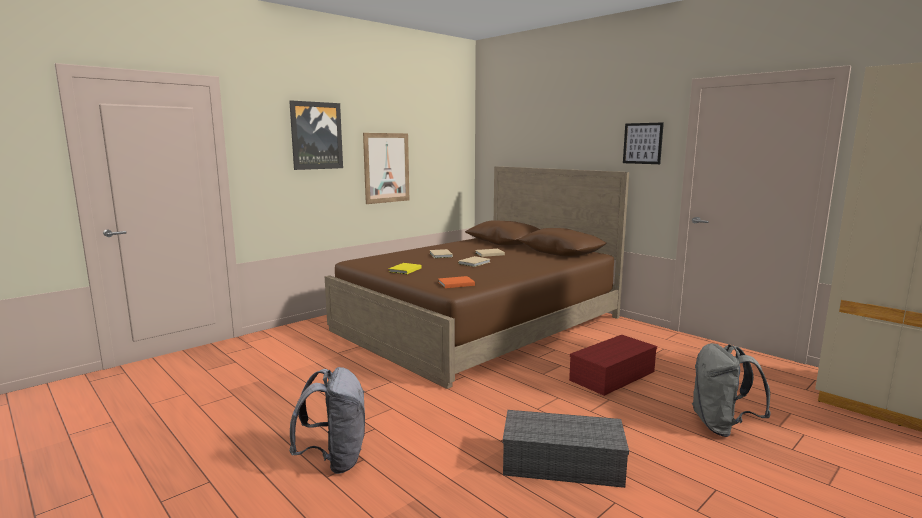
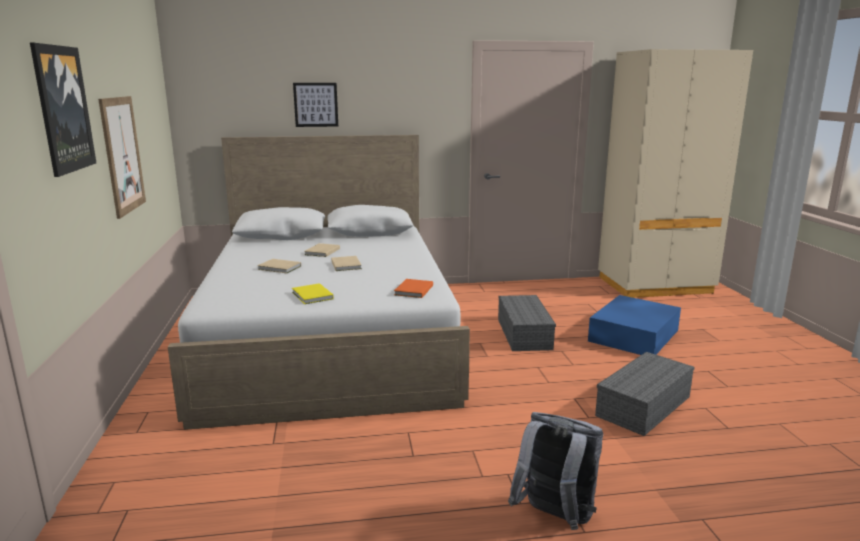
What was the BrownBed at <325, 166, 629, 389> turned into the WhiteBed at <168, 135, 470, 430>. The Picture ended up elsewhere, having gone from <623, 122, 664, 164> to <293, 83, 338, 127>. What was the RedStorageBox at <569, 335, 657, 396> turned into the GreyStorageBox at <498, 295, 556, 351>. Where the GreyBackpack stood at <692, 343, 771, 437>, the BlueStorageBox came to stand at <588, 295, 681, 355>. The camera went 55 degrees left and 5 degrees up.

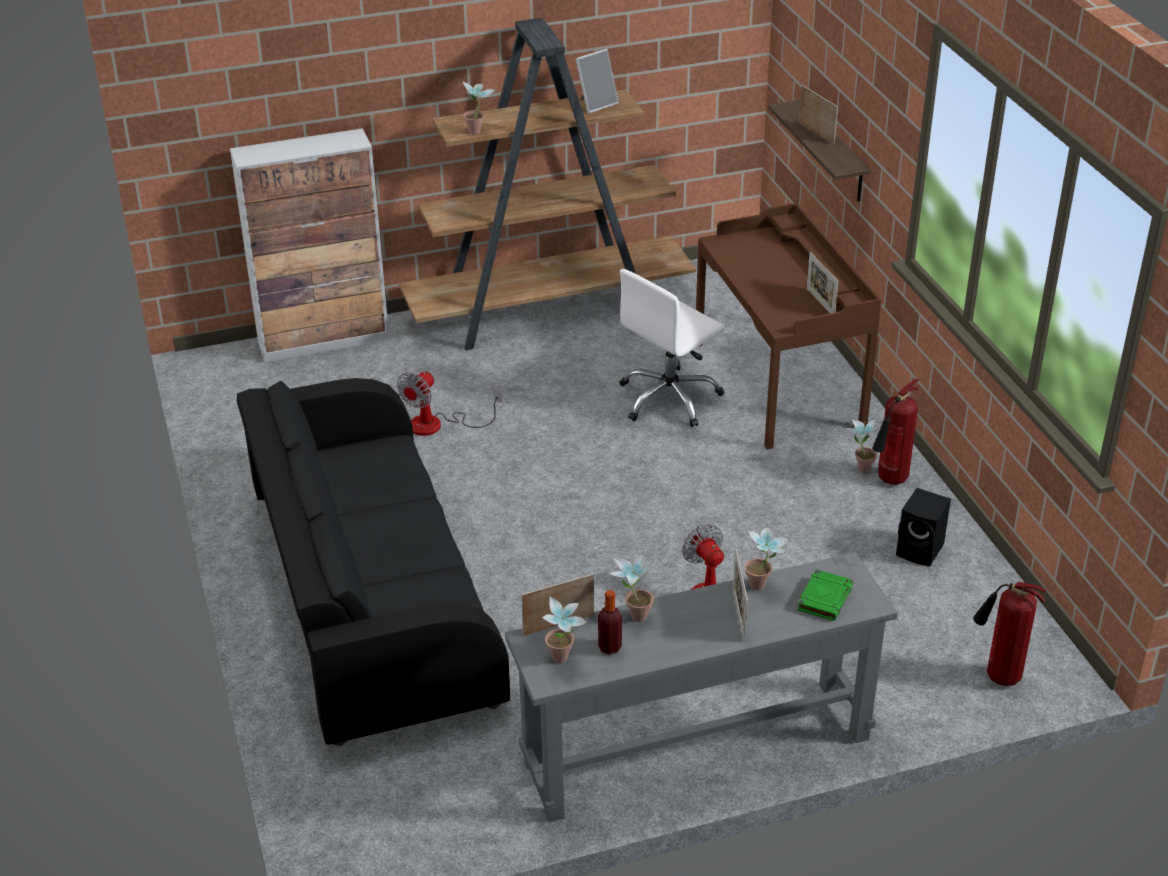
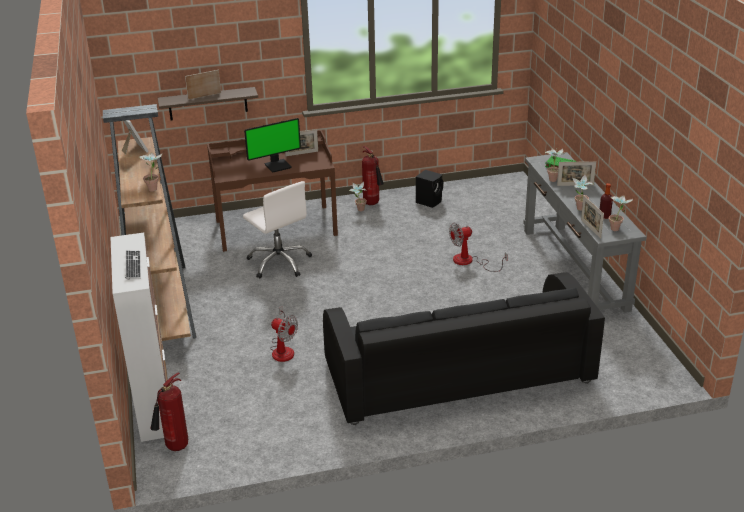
The second view gained the Keyboard at <125, 251, 141, 279>. The FireExtinguisher ended up elsewhere, having gone from <973, 582, 1046, 686> to <150, 372, 188, 451>. The second view gained the Monitor at <244, 118, 301, 173>. The camera went 85 degrees left and 5 degrees down.

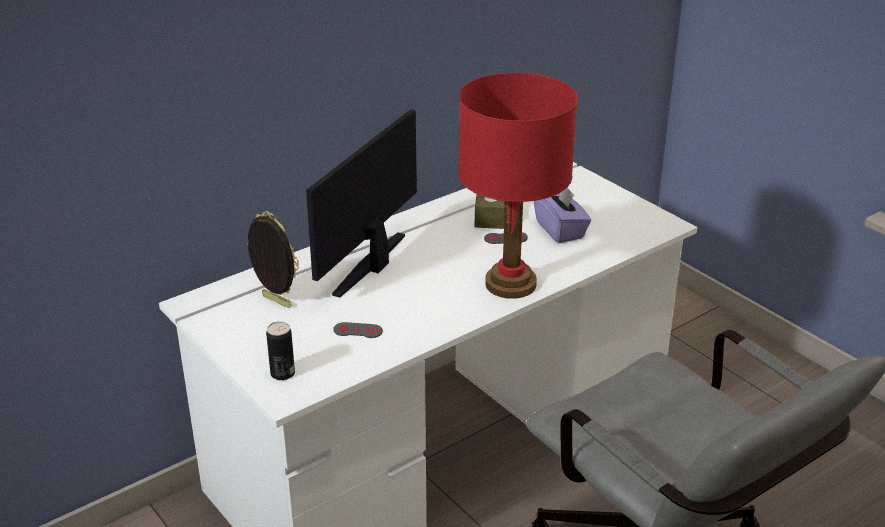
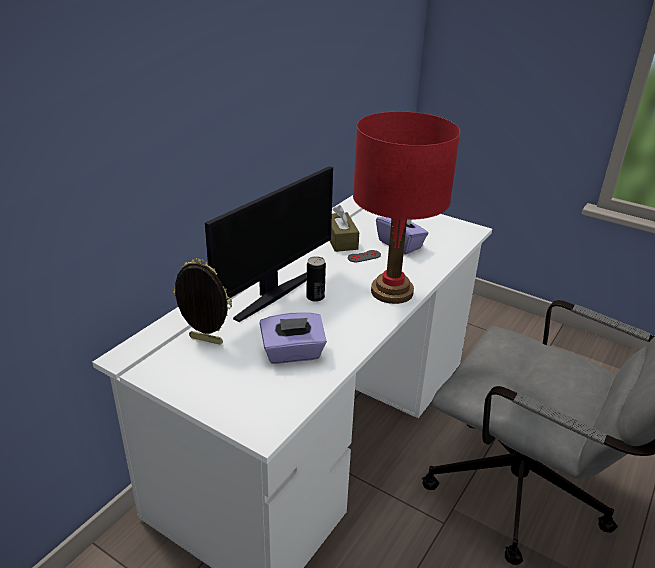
The Monitor at <306, 109, 417, 298> ended up facing another way, 150 degrees counterclockwise from before. Where the GreyGameController stood at <333, 322, 383, 338>, the PurpleTissueBox came to stand at <260, 312, 327, 364>. The Can ended up elsewhere, having gone from <266, 321, 295, 380> to <306, 256, 326, 302>. The camera went 20 degrees left and 0 degrees up.

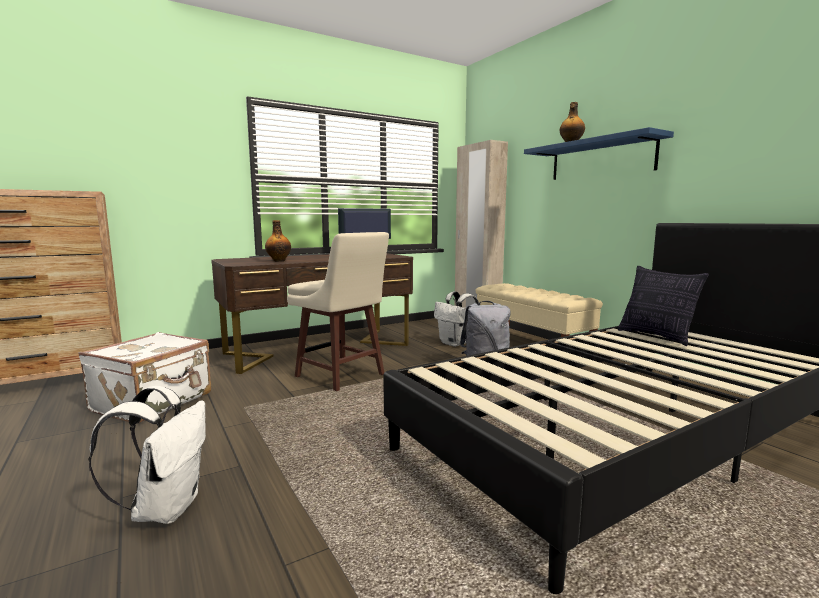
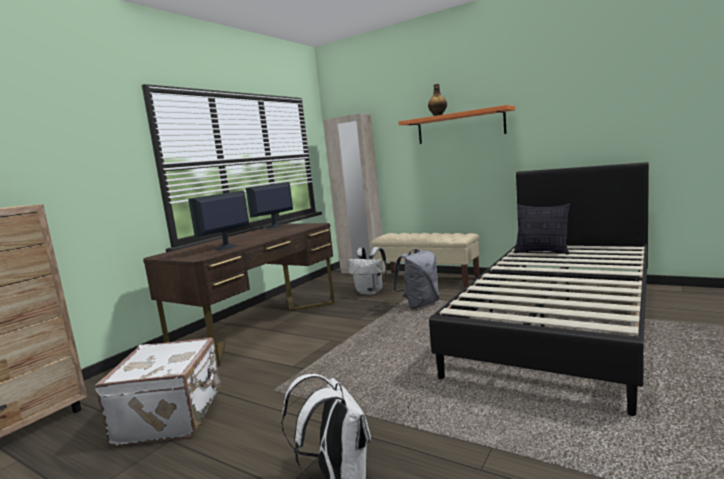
Where the Bottle stood at <265, 220, 291, 262>, the Monitor came to stand at <188, 191, 249, 250>. What was the BlueShelf at <524, 127, 674, 180> turned into the OrangeShelf at <398, 105, 515, 144>. The second view lost the BeigeStool at <287, 232, 389, 391>. The camera went 25 degrees left and 0 degrees up.

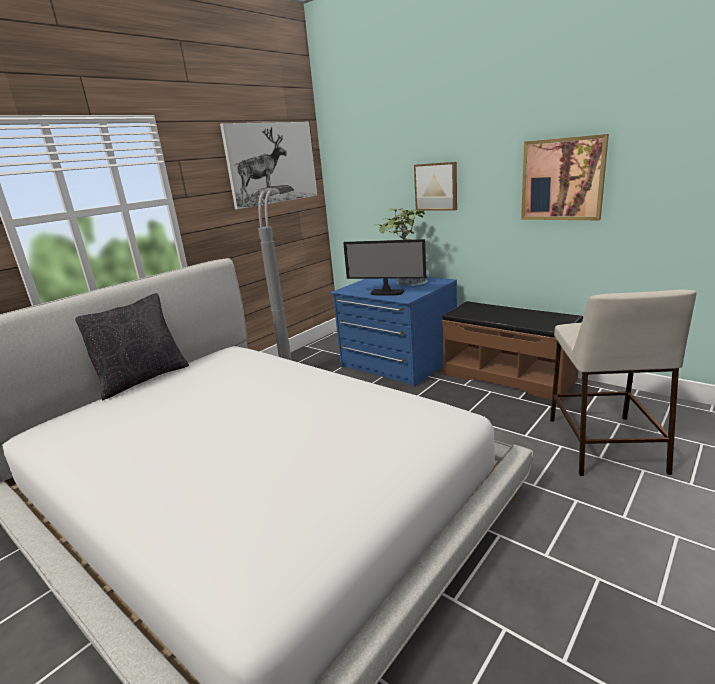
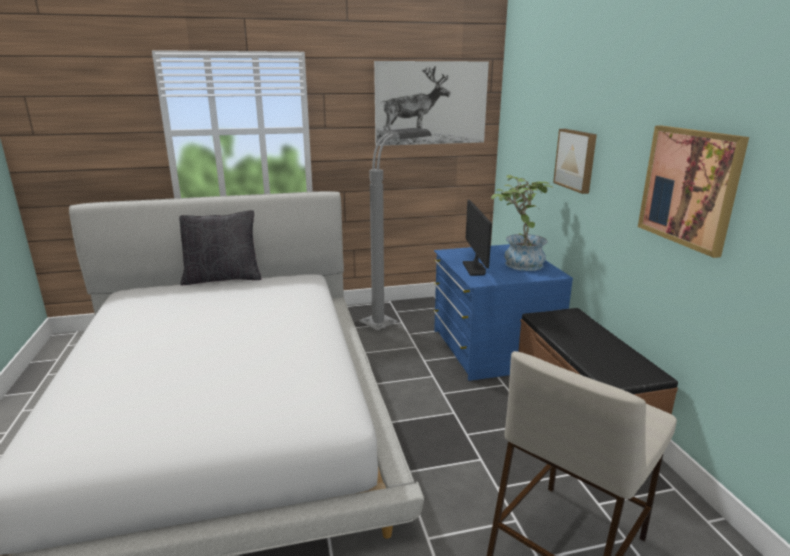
The Monitor at <343, 239, 426, 296> ended up facing another way, 150 degrees counterclockwise from before. The camera went 35 degrees right and 0 degrees up.

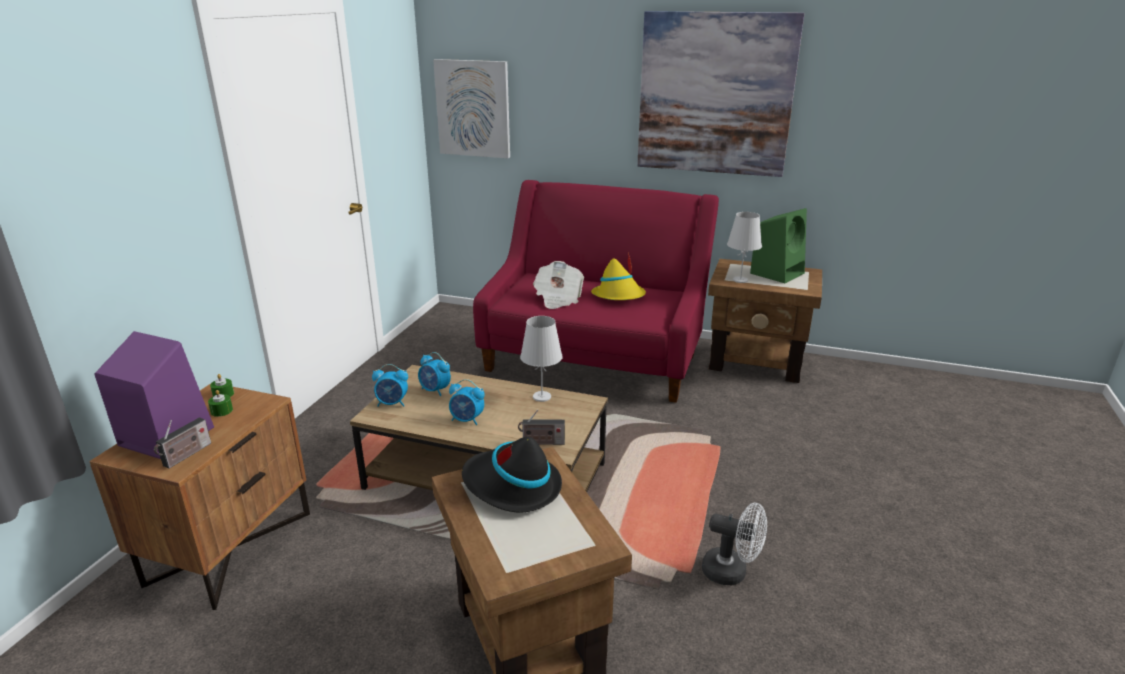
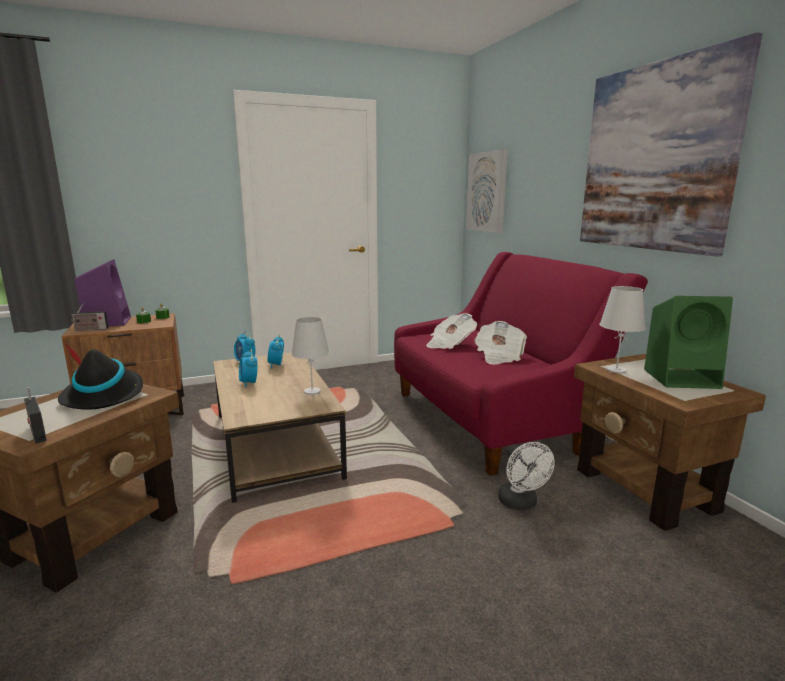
The Radio ended up elsewhere, having gone from <518, 410, 565, 445> to <24, 387, 47, 444>. Where the YellowHat stood at <591, 252, 646, 300>, the Newspaper came to stand at <474, 321, 527, 365>. The WhiteFan ended up elsewhere, having gone from <702, 503, 767, 585> to <498, 442, 554, 510>. The camera went 50 degrees right and 10 degrees down.

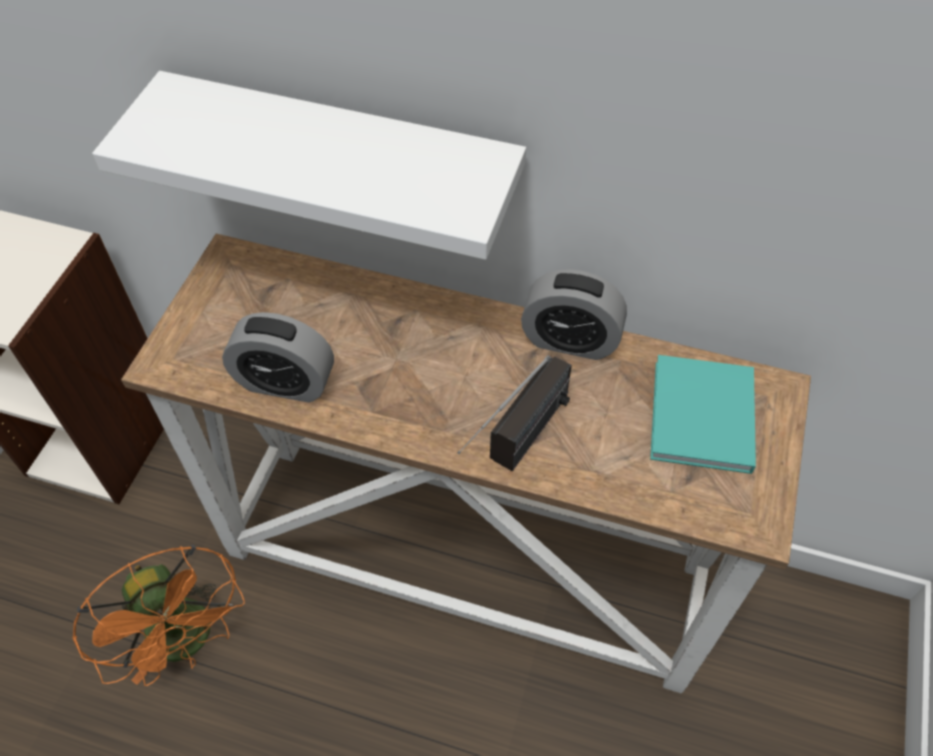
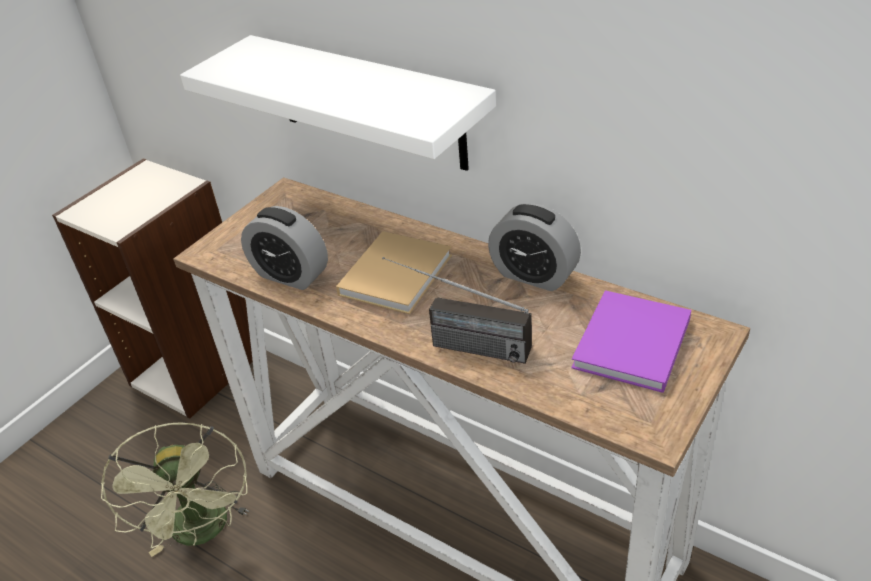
What was the OrangeFan at <72, 545, 245, 686> turned into the GreenFan at <101, 422, 249, 557>. The second view gained the BeigeBook at <336, 231, 452, 314>. The Radio at <457, 355, 572, 471> ended up facing another way, 60 degrees clockwise from before. What was the TurquoiseBook at <650, 355, 756, 474> turned into the PurpleBook at <571, 290, 691, 393>. The camera went 20 degrees right and 15 degrees down.

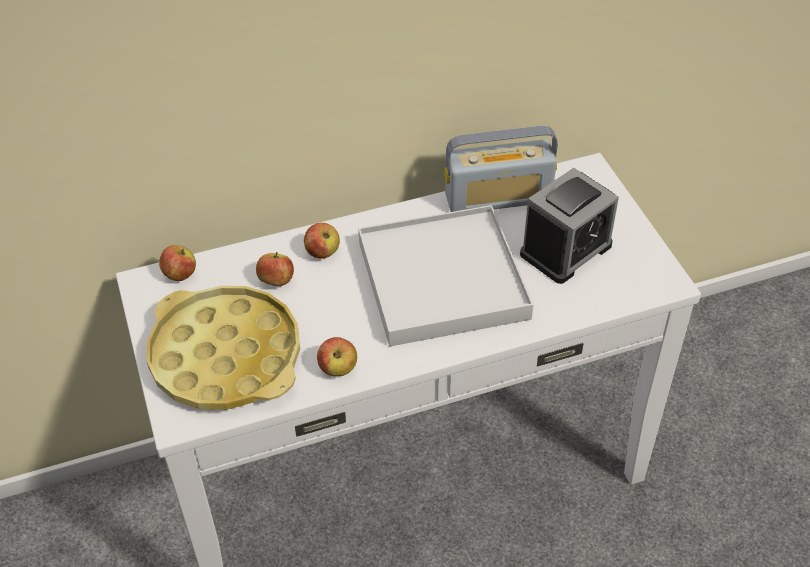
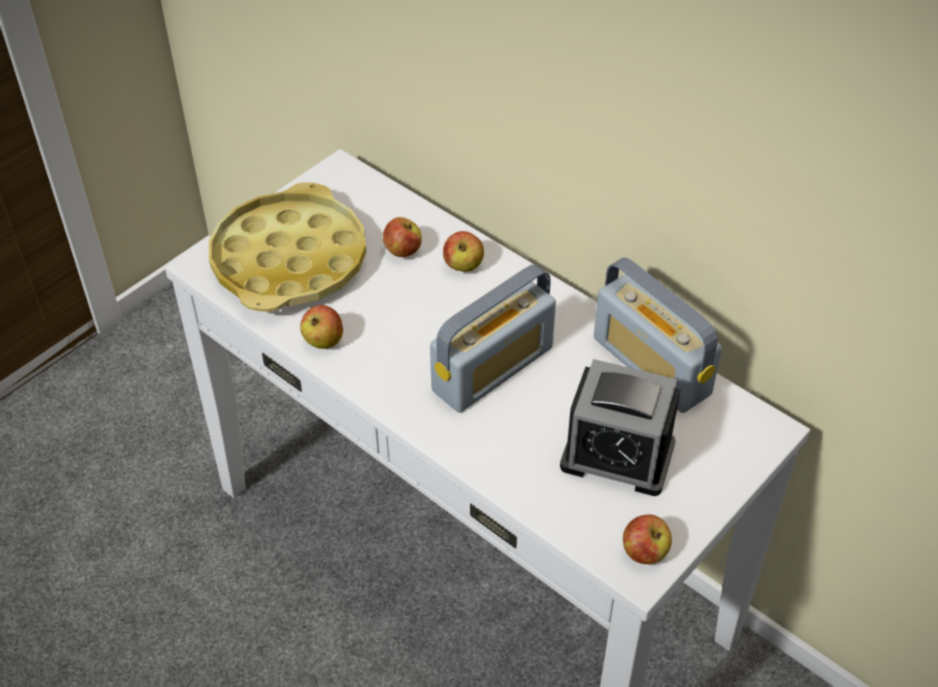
Where the WhiteTray stood at <358, 205, 533, 346>, the Radio came to stand at <430, 264, 556, 413>. The Apple ended up elsewhere, having gone from <159, 245, 196, 281> to <623, 514, 672, 564>. The camera went 60 degrees right and 0 degrees up.

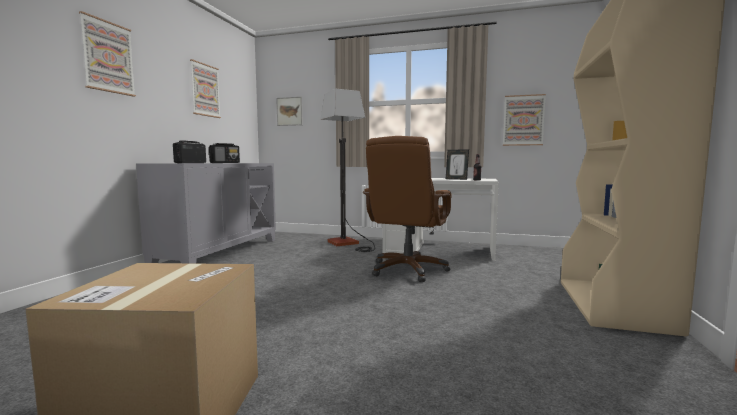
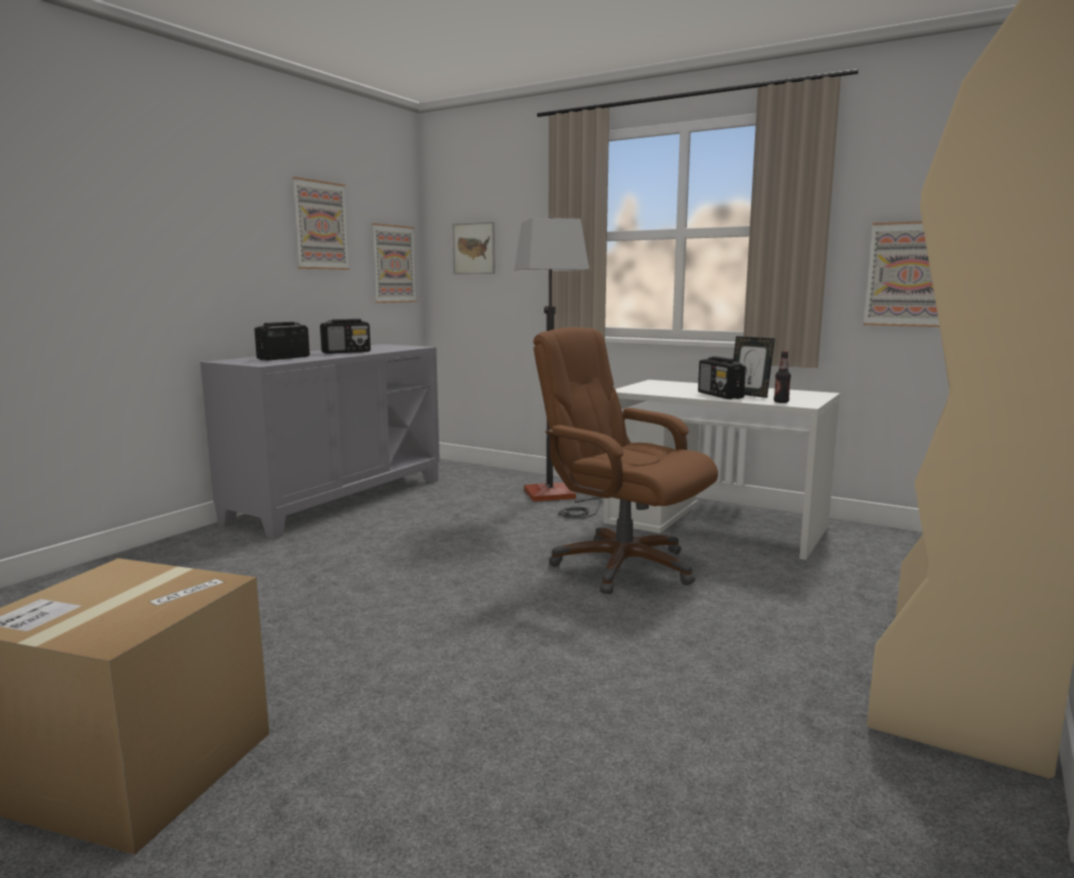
The Picture ended up elsewhere, having gone from <79, 11, 136, 97> to <372, 223, 417, 303>. The BrownOfficeChair at <363, 136, 452, 282> ended up facing another way, 90 degrees clockwise from before. The second view gained the Radio at <698, 356, 746, 399>. The camera went 15 degrees right and 5 degrees up.

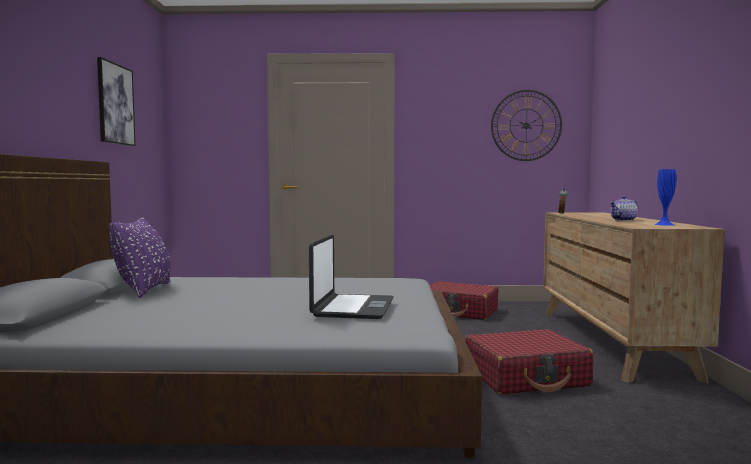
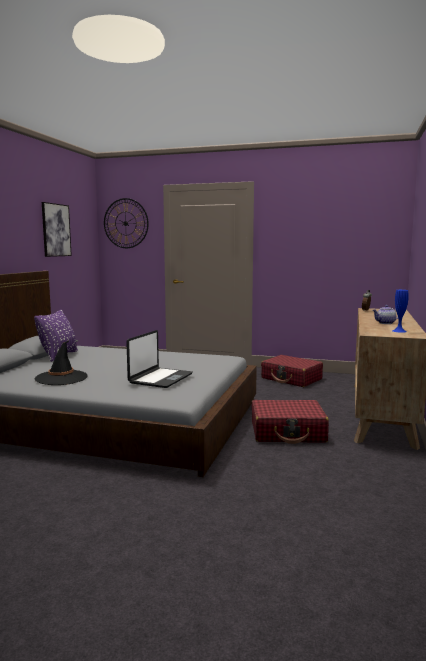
The second view gained the BlackHat at <35, 340, 88, 385>. The WallClock ended up elsewhere, having gone from <491, 90, 562, 161> to <104, 198, 149, 248>. The camera went 15 degrees right and 5 degrees up.

